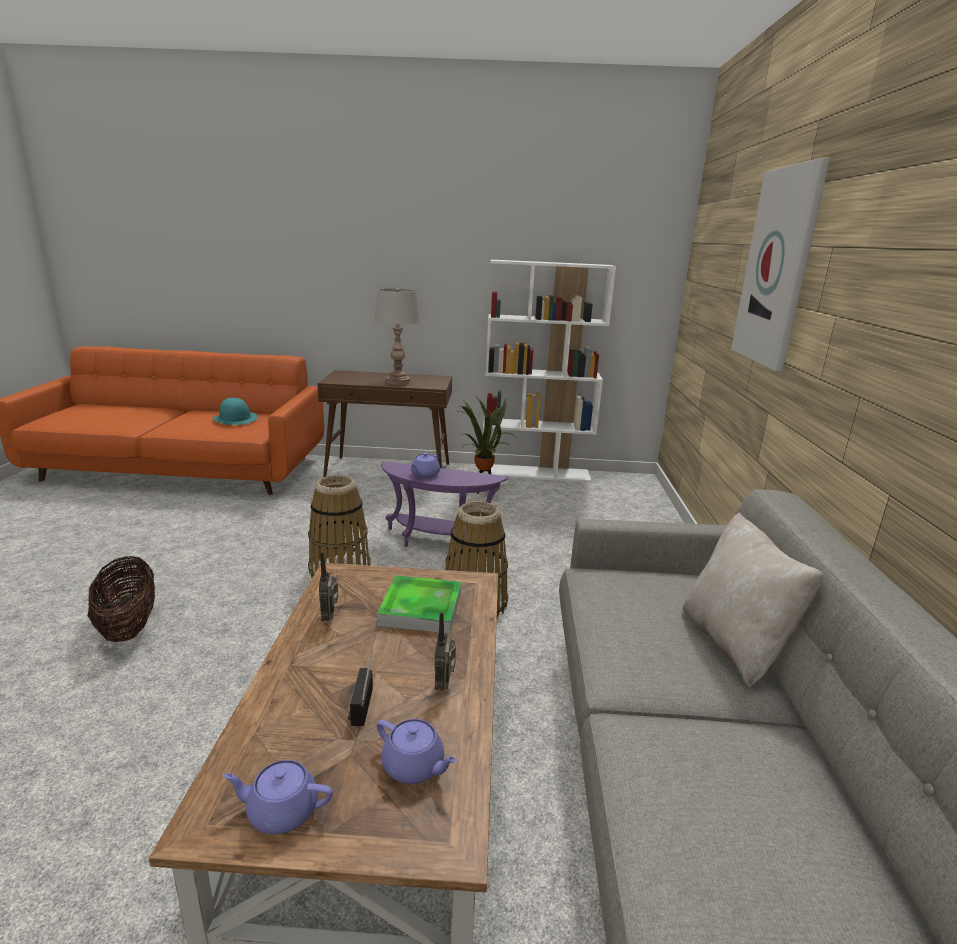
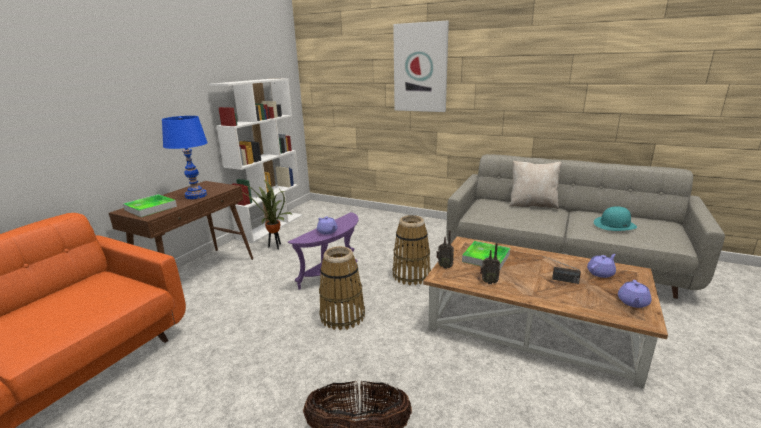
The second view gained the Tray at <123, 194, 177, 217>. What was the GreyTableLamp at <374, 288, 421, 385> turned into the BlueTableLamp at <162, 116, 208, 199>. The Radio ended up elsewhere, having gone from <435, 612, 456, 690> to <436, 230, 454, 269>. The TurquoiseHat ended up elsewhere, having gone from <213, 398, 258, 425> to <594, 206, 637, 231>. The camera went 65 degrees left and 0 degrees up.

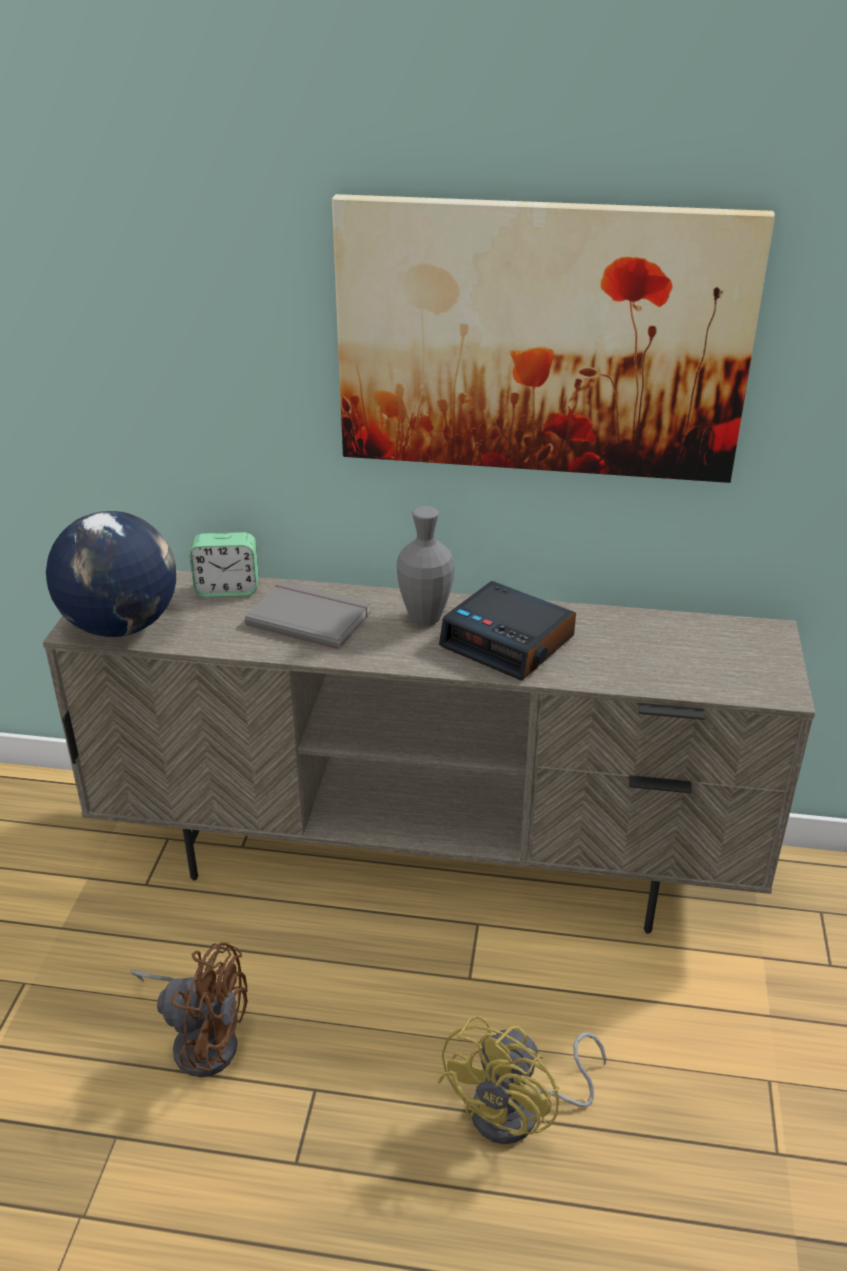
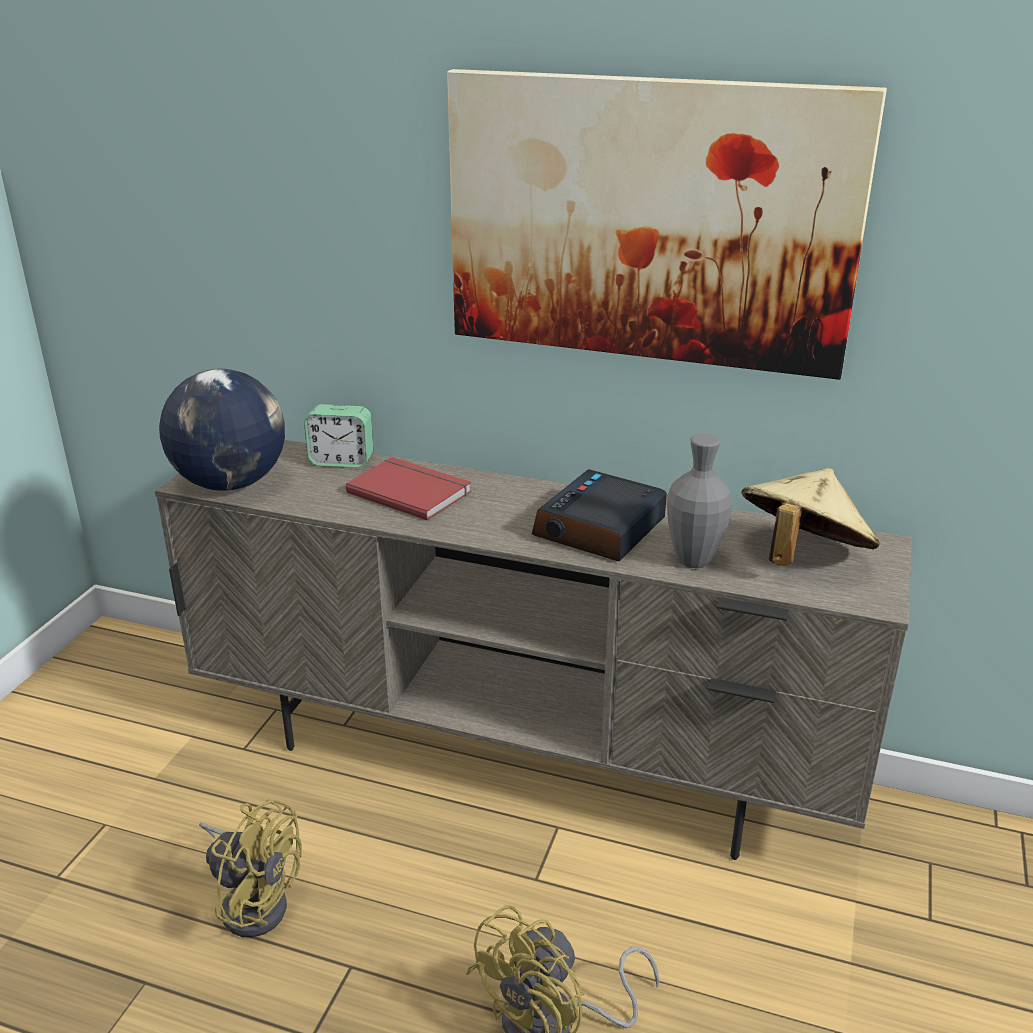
What was the BrownFan at <130, 942, 248, 1077> turned into the YellowFan at <199, 799, 302, 937>. What was the GreyBook at <245, 581, 371, 649> turned into the RedBook at <346, 457, 471, 521>. The AlarmClock at <439, 581, 576, 680> ended up facing another way, 75 degrees clockwise from before. The GreyVase ended up elsewhere, having gone from <397, 506, 454, 626> to <667, 434, 732, 568>. The second view gained the BeigeHat at <741, 468, 879, 566>. The camera went 10 degrees right and 5 degrees down.

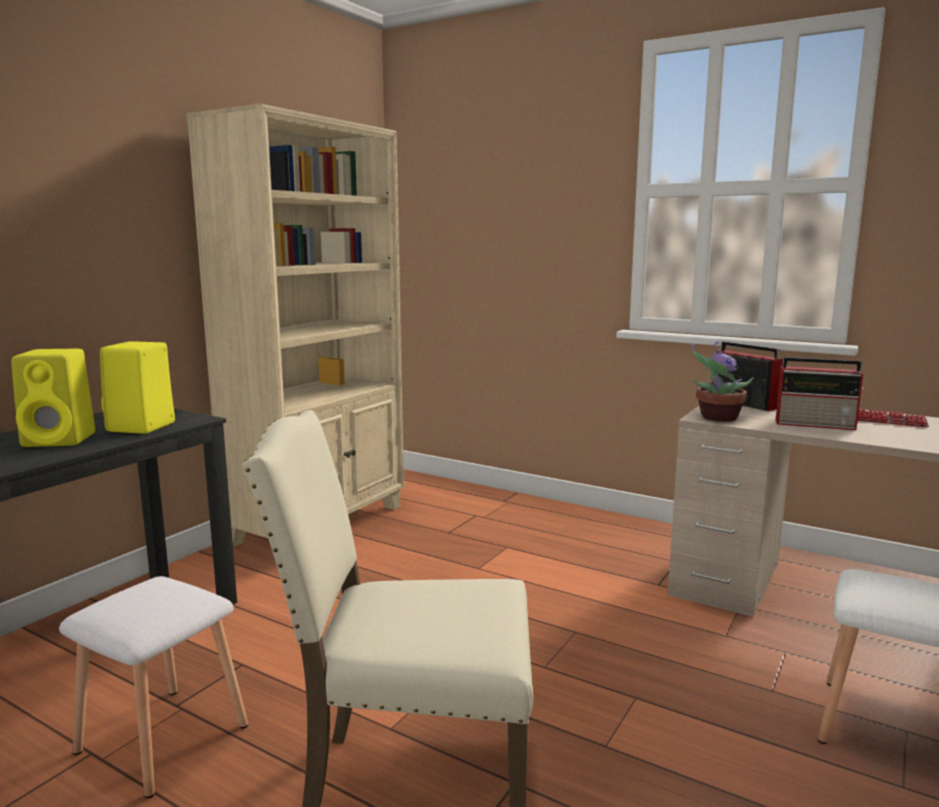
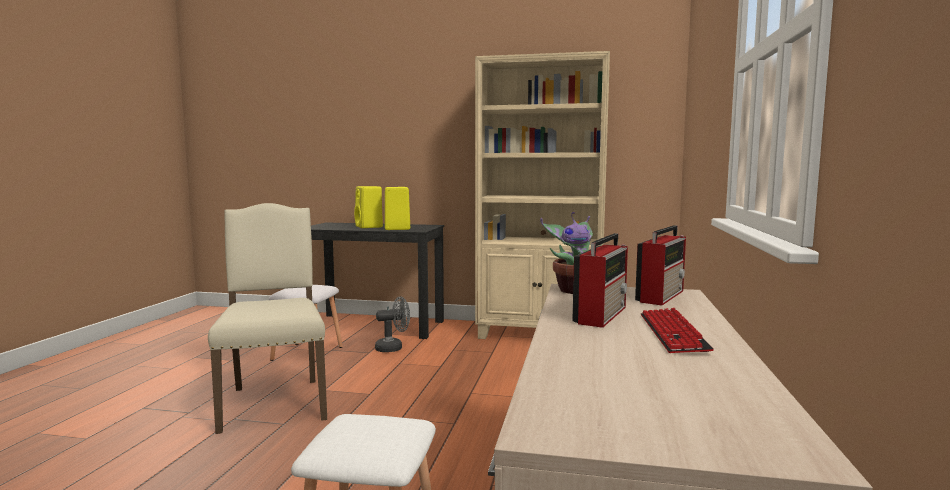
The second view gained the GreyFan at <375, 296, 410, 352>. The Radio at <776, 357, 864, 430> ended up facing another way, 150 degrees counterclockwise from before. The camera went 70 degrees right and 5 degrees down.

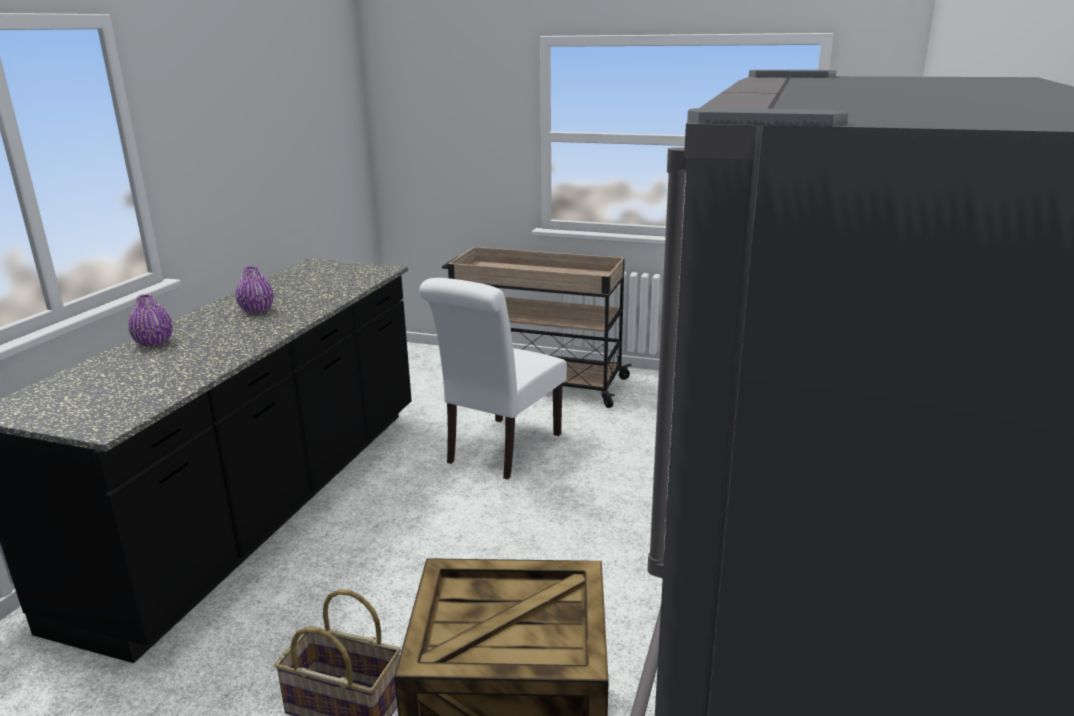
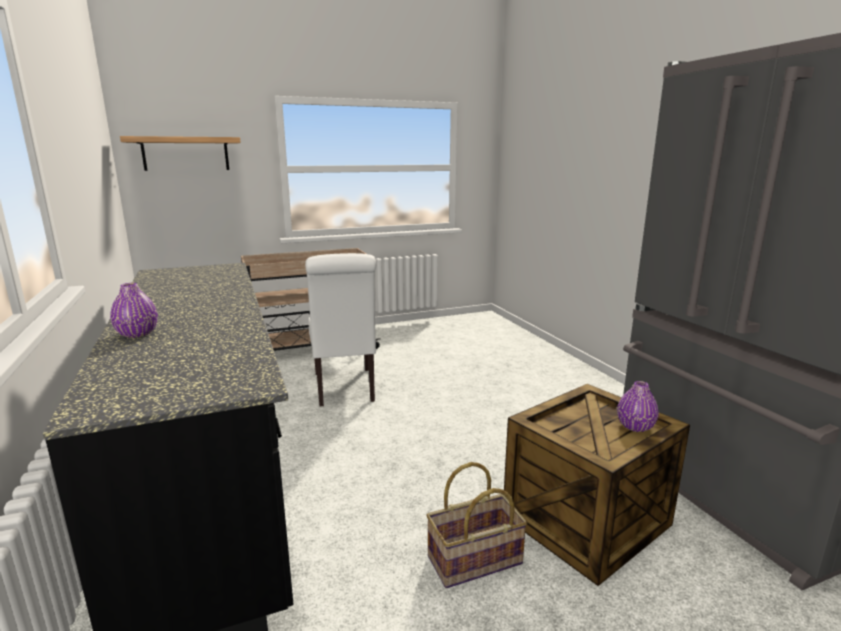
The second view gained the Shelf at <120, 136, 241, 171>. The PurpleVase ended up elsewhere, having gone from <236, 266, 274, 314> to <617, 381, 659, 432>. The camera went 40 degrees left and 5 degrees down.

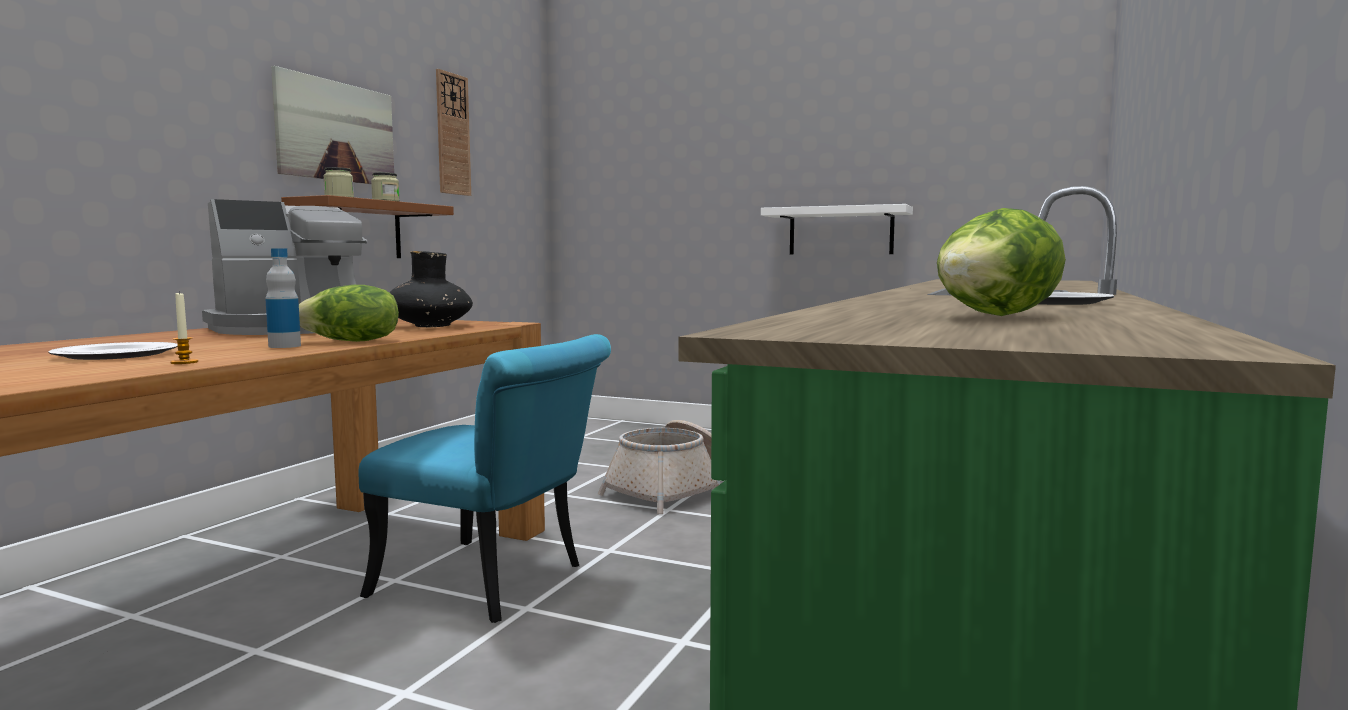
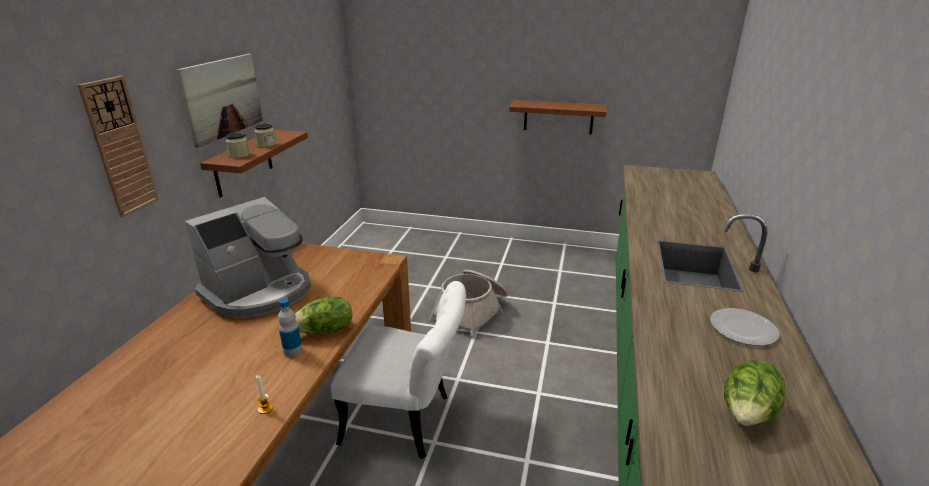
The WallClock ended up elsewhere, having gone from <436, 69, 471, 196> to <78, 76, 159, 217>. What was the TurquoiseChair at <359, 334, 611, 623> turned into the WhiteChair at <331, 281, 466, 459>. What was the WhiteShelf at <761, 204, 913, 255> turned into the BrownShelf at <509, 100, 607, 134>. The second view lost the Plate at <48, 342, 178, 360>. The second view lost the BlackVase at <389, 251, 473, 327>. The camera went 10 degrees left and 20 degrees up.

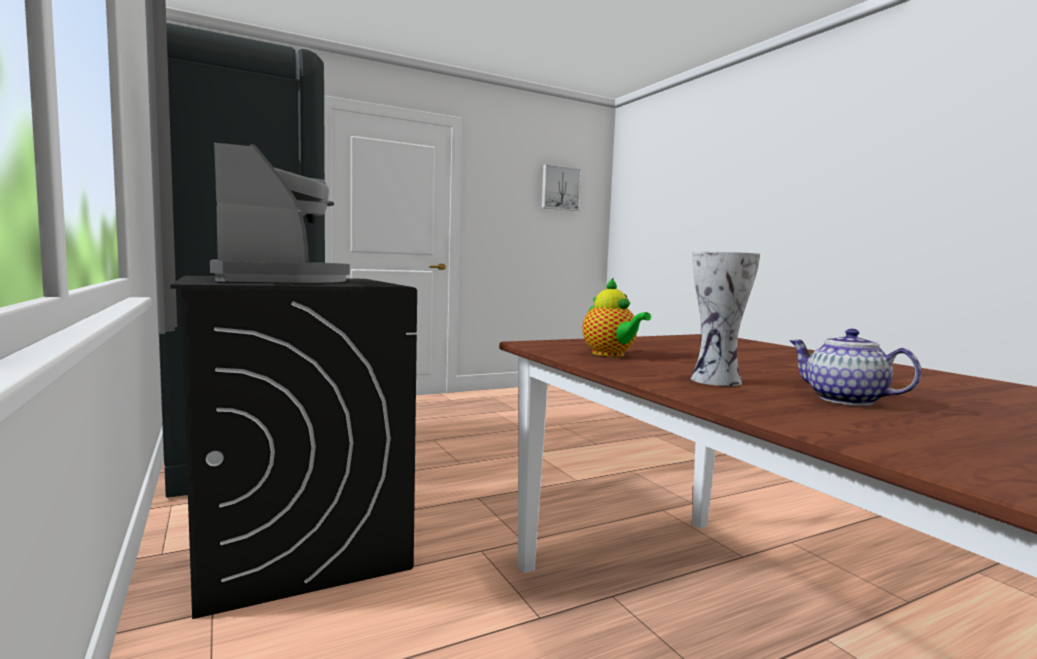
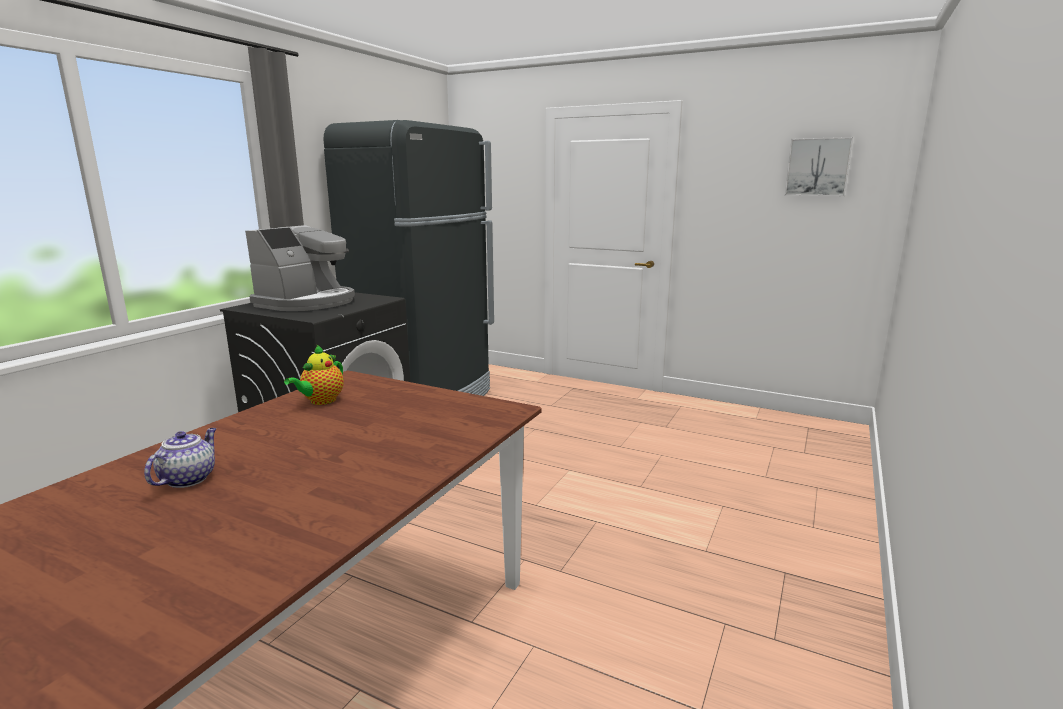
The second view lost the Vase at <691, 252, 760, 386>. The camera went 55 degrees right and 10 degrees up.

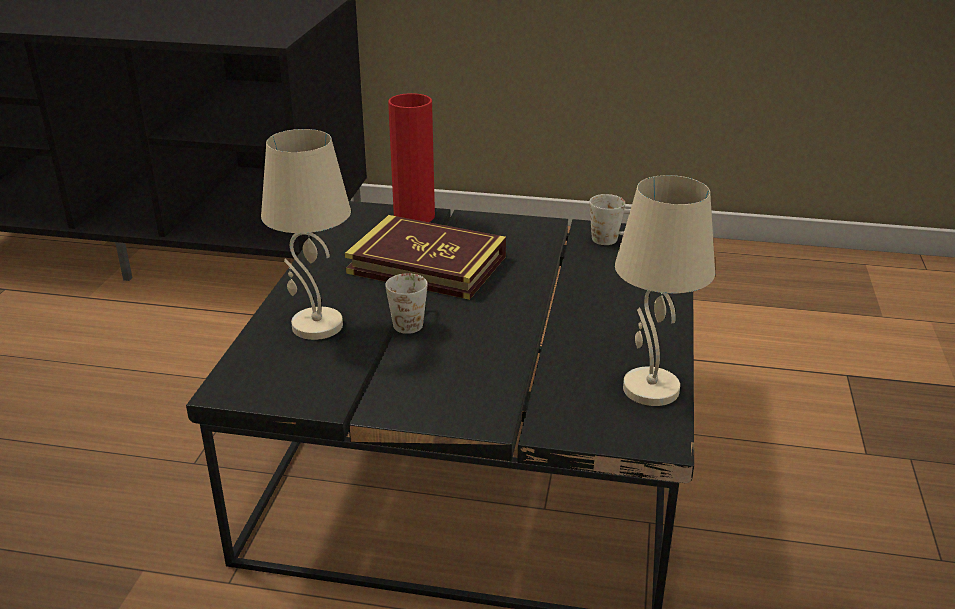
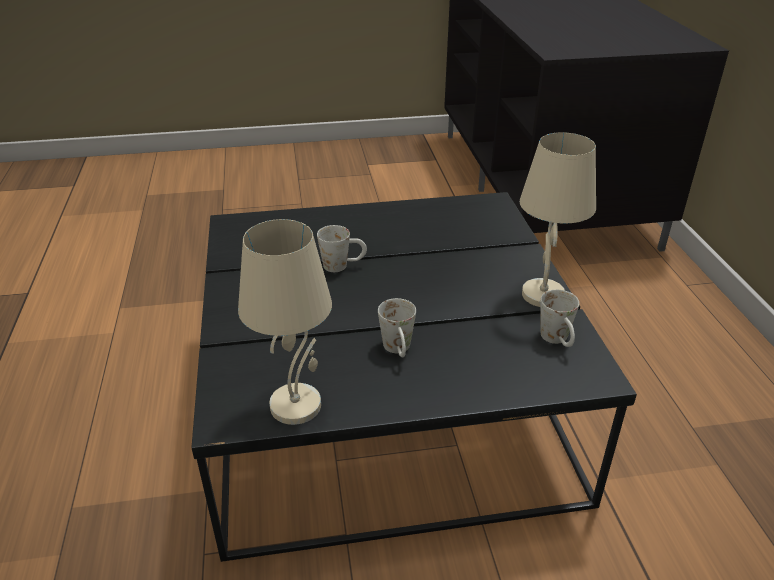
The second view gained the WhiteMug at <378, 298, 416, 357>. The BeigeTableLamp ended up elsewhere, having gone from <261, 129, 351, 340> to <520, 132, 596, 307>. The second view lost the Book at <345, 215, 506, 300>. The second view lost the RedVase at <388, 93, 435, 222>. The camera went 70 degrees right and 5 degrees up.

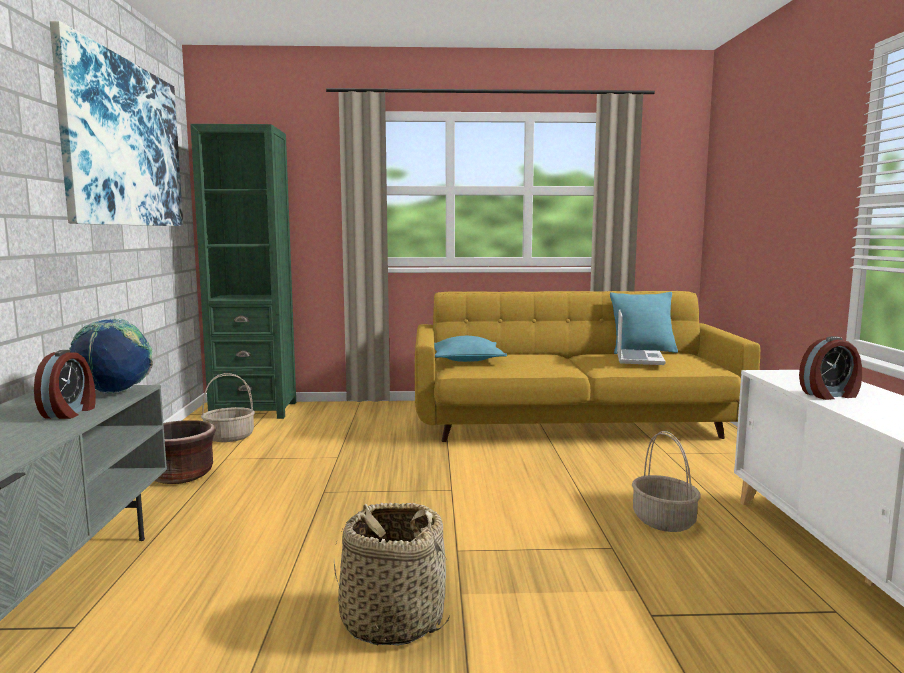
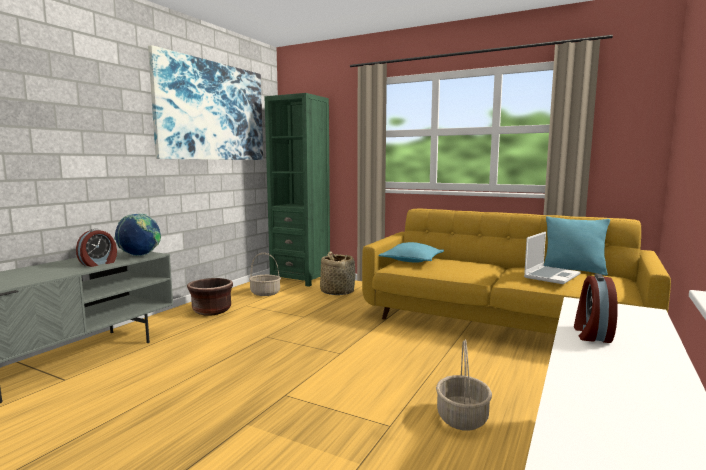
The Basket ended up elsewhere, having gone from <334, 503, 450, 645> to <320, 251, 355, 295>. The AlarmClock at <799, 336, 862, 400> ended up facing another way, 90 degrees clockwise from before. The camera went 30 degrees right and 0 degrees up.

